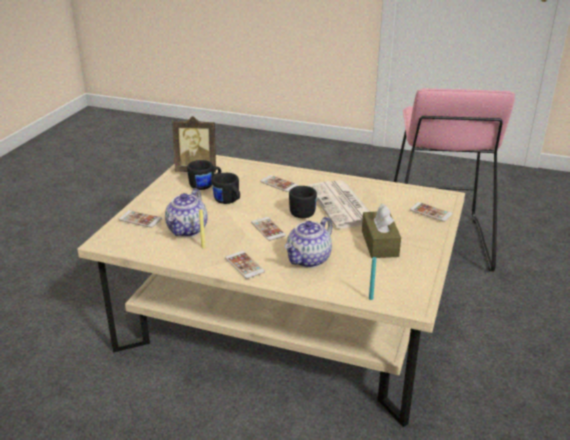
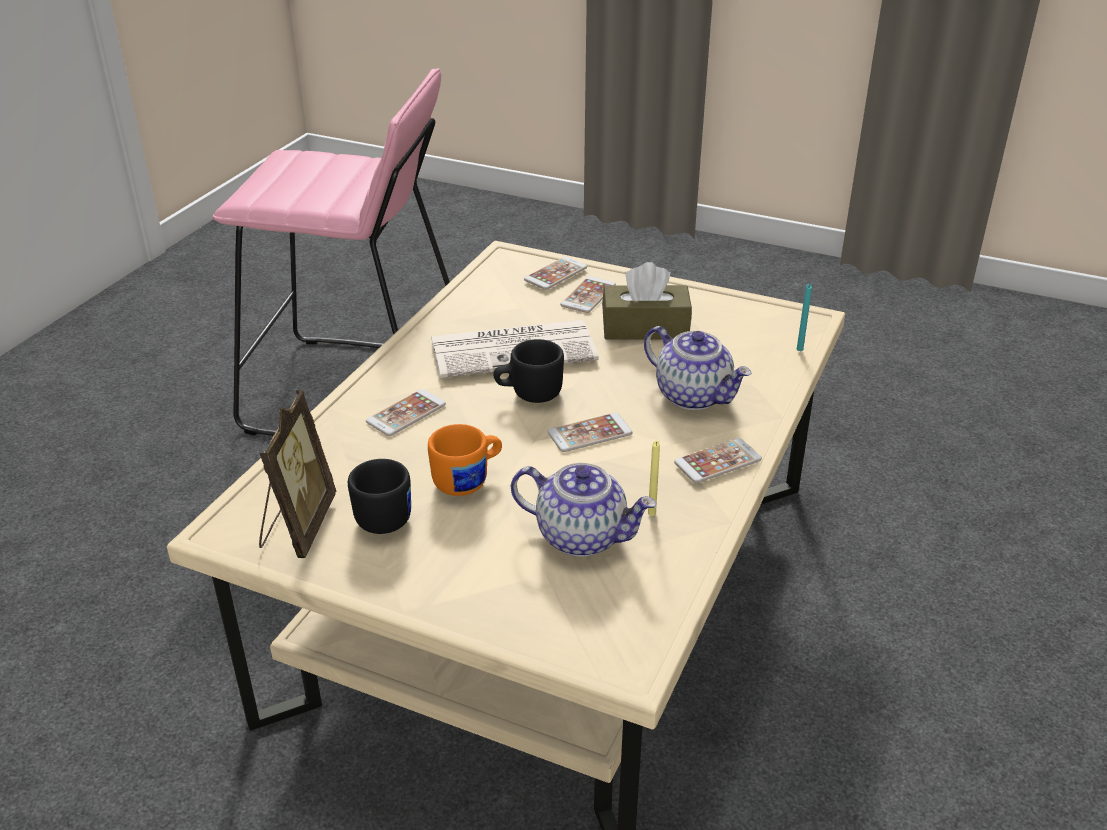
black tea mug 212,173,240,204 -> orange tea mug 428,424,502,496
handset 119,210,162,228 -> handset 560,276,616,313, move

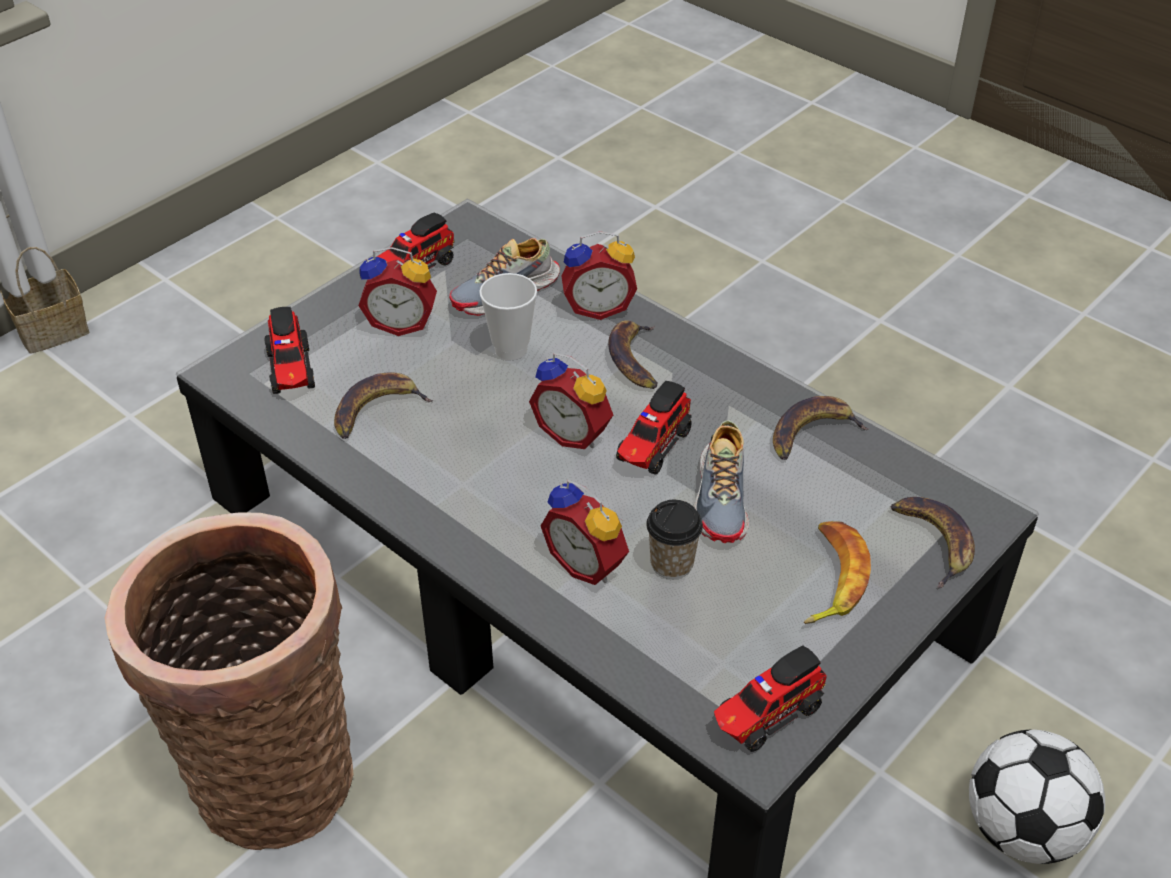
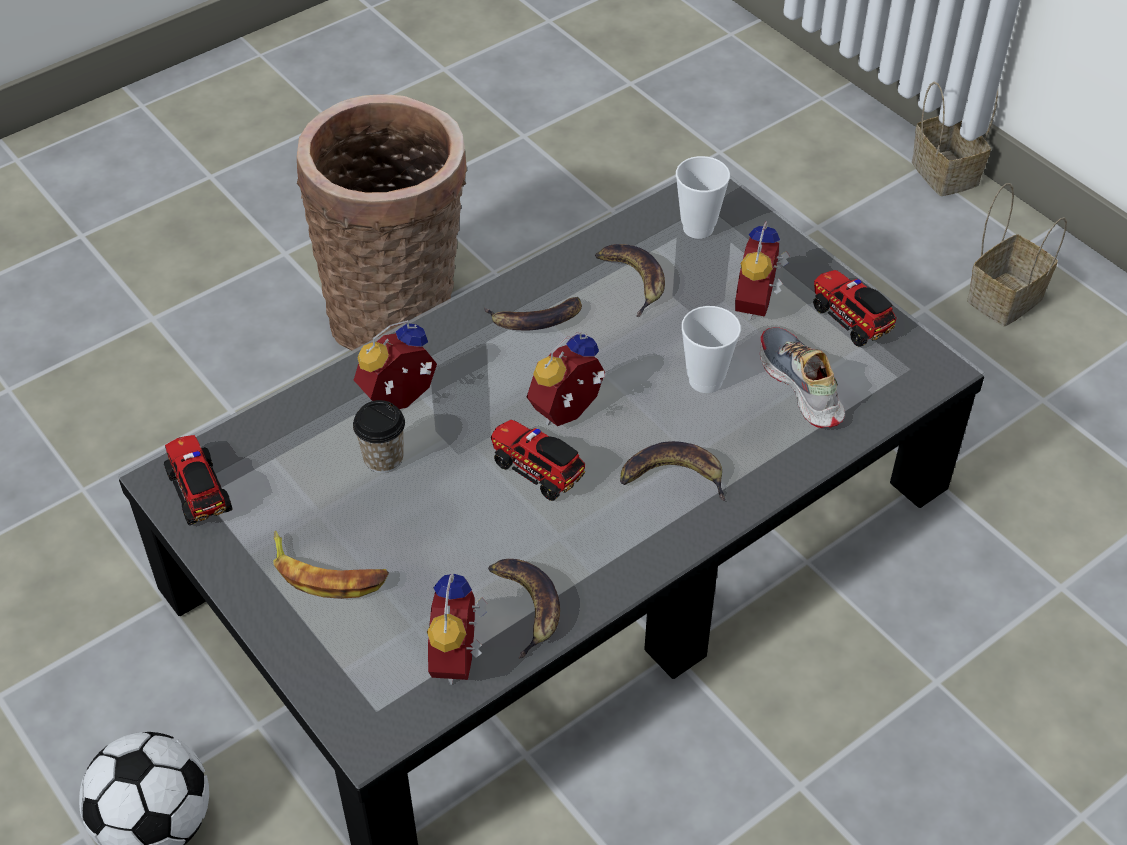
alarm clock 561,231,637,320 -> alarm clock 427,574,488,685, move
toy lorry 264,307,315,394 -> cup 676,156,730,239
low shoe 693,420,749,543 -> none
banana fruit 890,497,975,588 -> banana fruit 484,297,582,330, move
none -> basket 967,183,1067,326

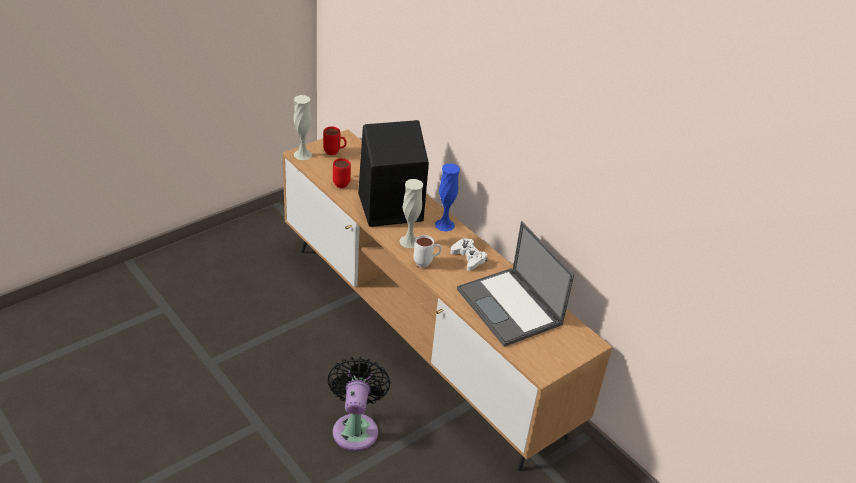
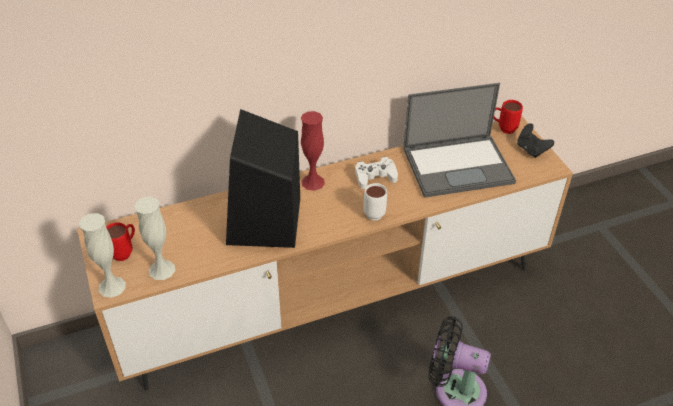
red tea mug 333,158,351,188 -> red tea mug 494,100,523,134, move
bluish vase 435,163,460,232 -> red vase 301,111,325,191
whitish vase 399,179,423,248 -> whitish vase 134,196,175,280, move
none -> black game controller 517,123,554,158

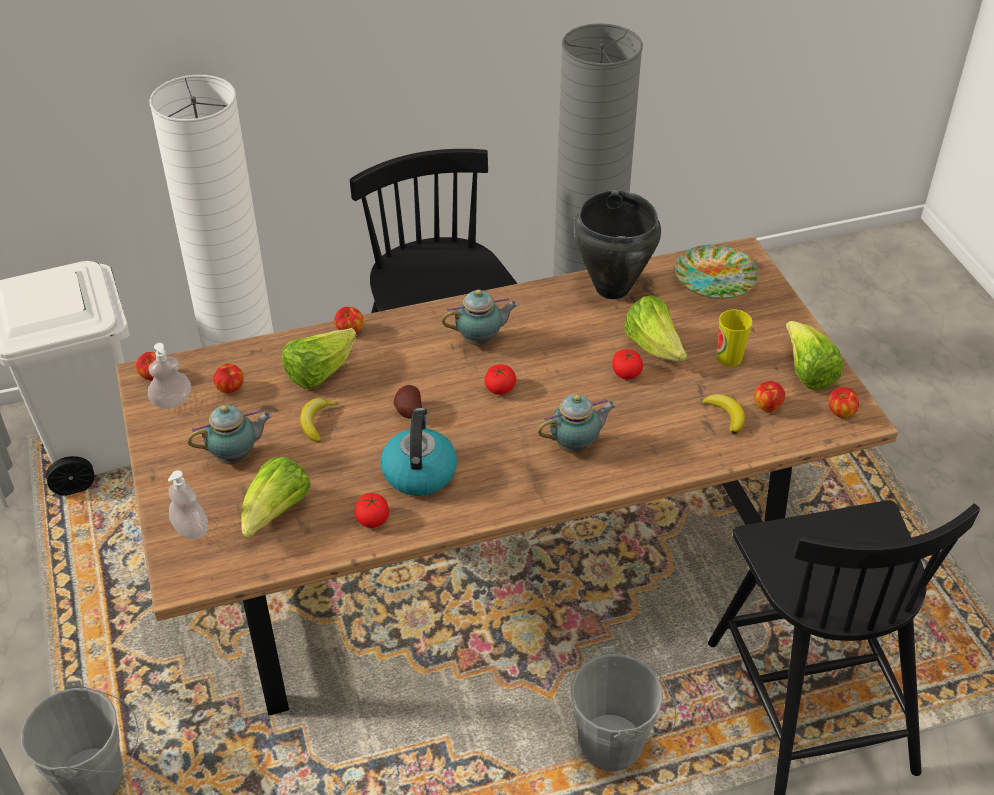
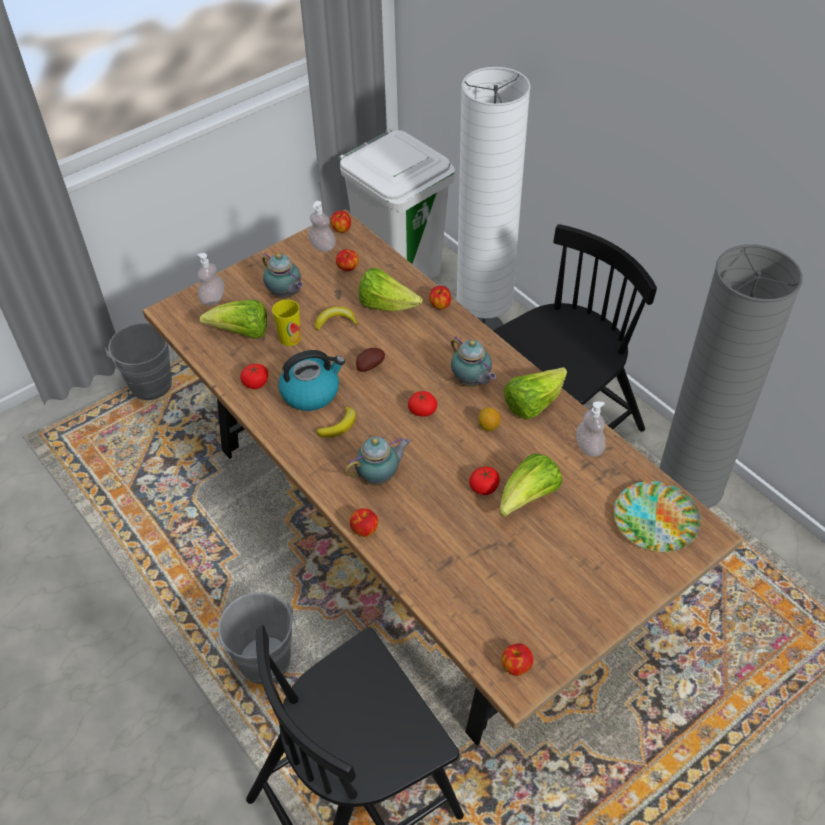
black stockpot 574,190,661,299 -> soap dispenser 576,401,606,457
cup 717,310,752,367 -> cup 272,300,301,346, move
lettuce 786,321,843,390 -> lettuce 504,367,567,420, move
apple fruit 754,381,785,412 -> apple fruit 350,508,378,537, move
tea pot 538,394,616,454 -> tea pot 344,437,411,486, 75 degrees counterclockwise
banana fruit 701,394,745,434 -> banana fruit 316,407,356,438, move
none -> whole lemon 478,407,501,431

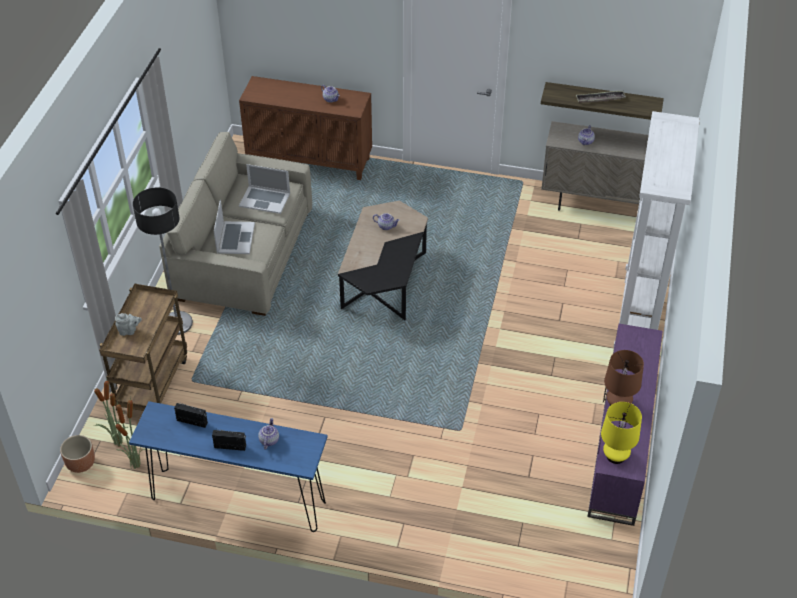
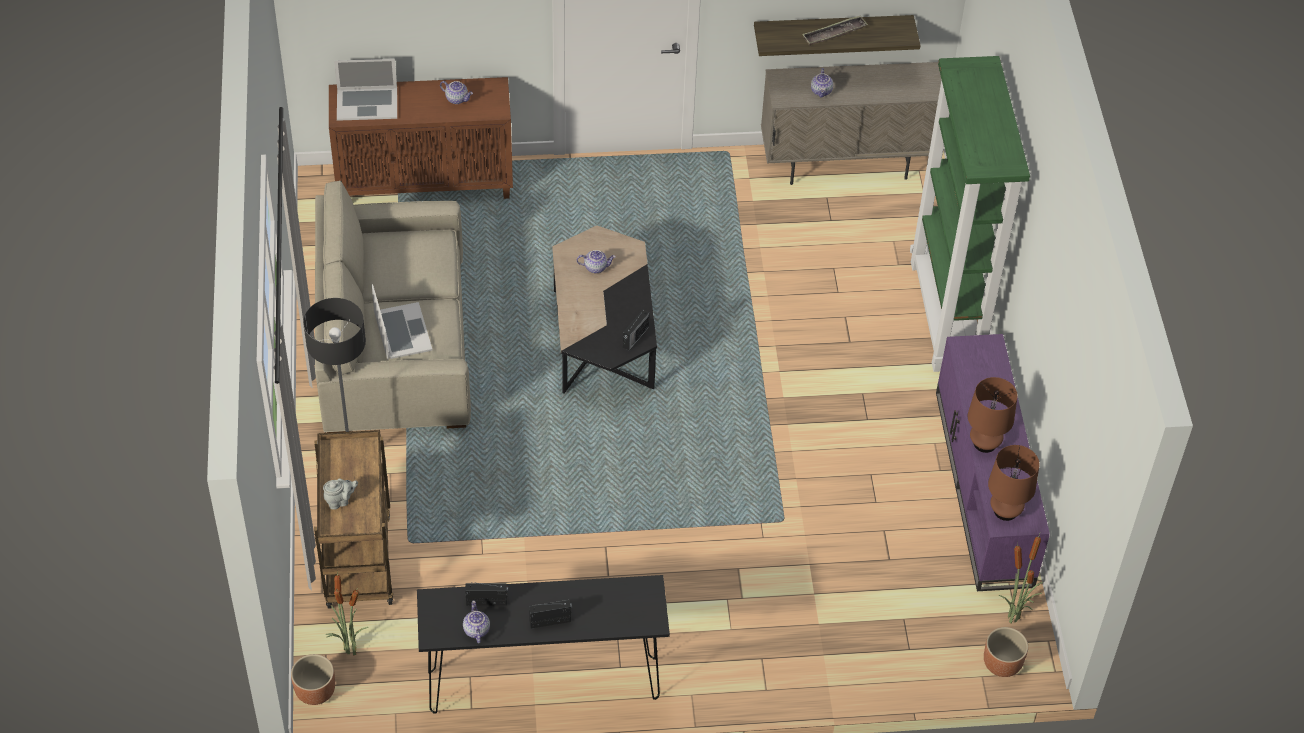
whitish bookshelf 614,111,700,345 -> greenish bookshelf 910,56,1030,372
notebook computer 239,164,290,214 -> notebook computer 334,59,397,121, move
potted plant 115,396,146,469 -> potted plant 999,534,1043,624, move
bluish narrow table 129,401,328,532 -> black narrow table 417,575,670,714
yellowish tabletop lamp 601,402,642,464 -> brown tabletop lamp 988,445,1040,521
tea pot 258,418,279,450 -> tea pot 463,601,490,644, move
none -> radio receiver 623,309,649,351
none -> brown plant pot 984,627,1028,677

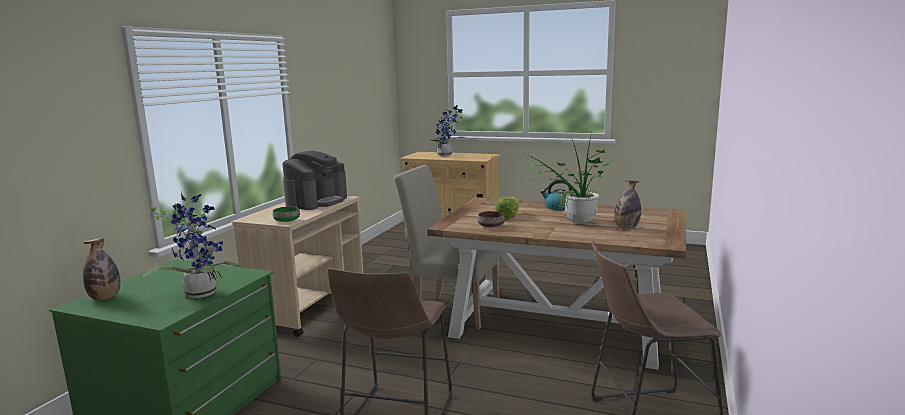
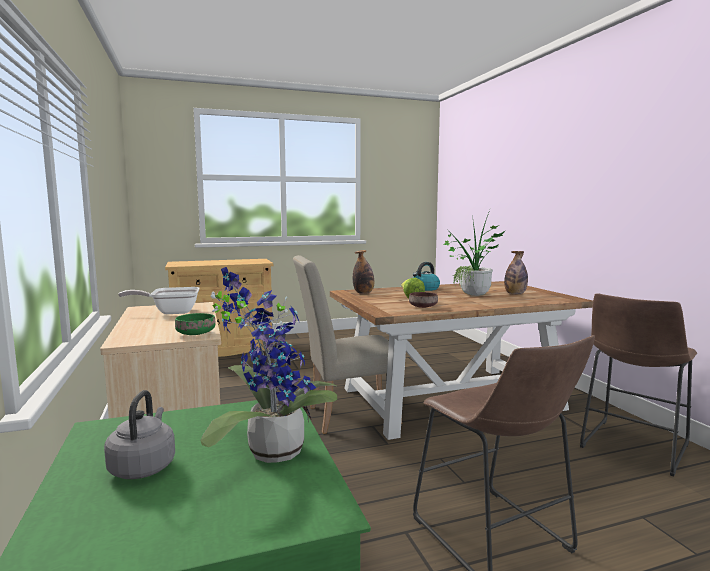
potted plant 430,105,466,156 -> none
coffee brewer 283,151,347,210 -> pan 118,287,200,314
drink bottle 83,238,121,300 -> drink bottle 353,250,374,294, move
none -> gray kettle 104,390,175,479

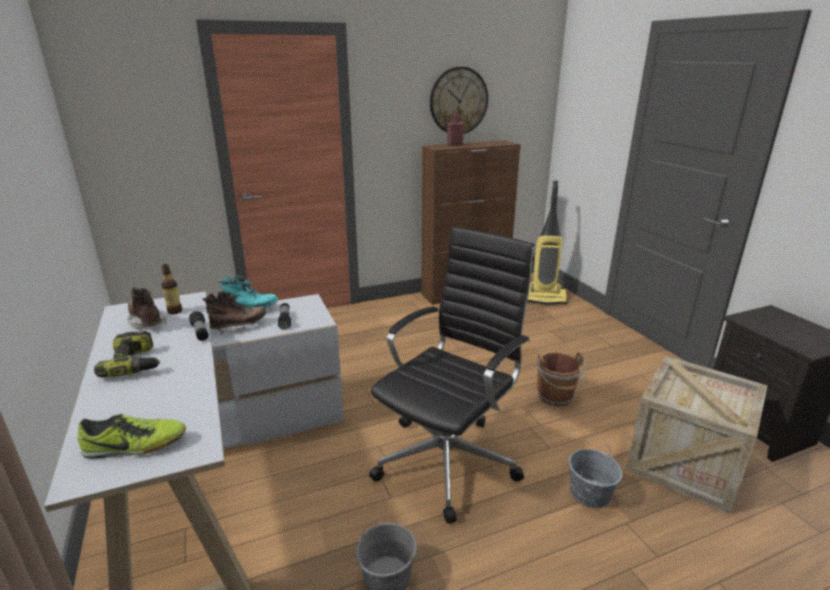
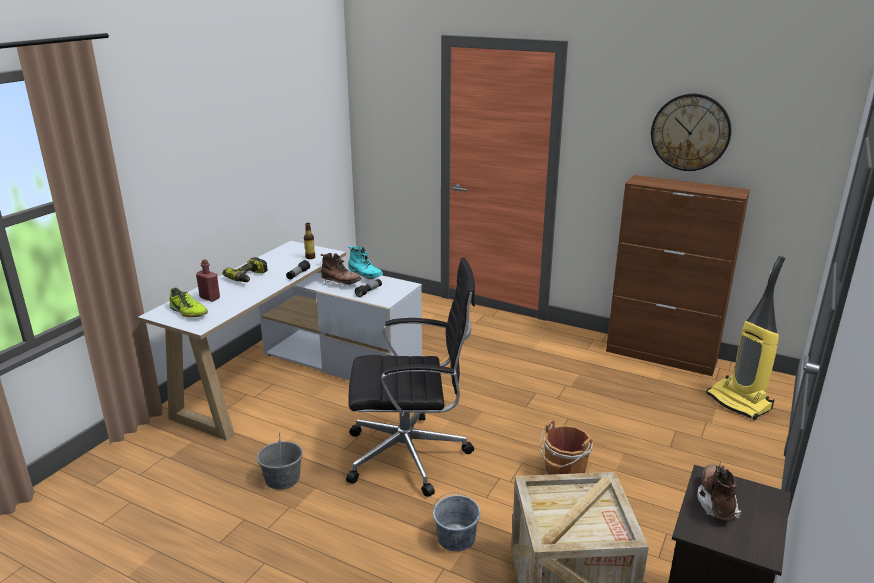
red drink bottle 447,111,464,146 -> red drink bottle 196,259,220,302, move
brown high-top boot 127,287,167,331 -> brown high-top boot 697,464,741,520, move

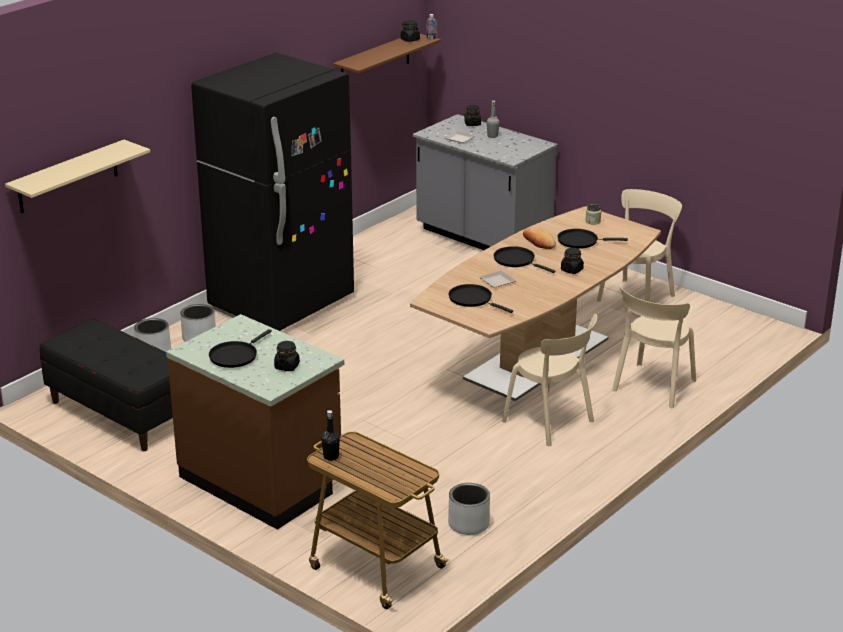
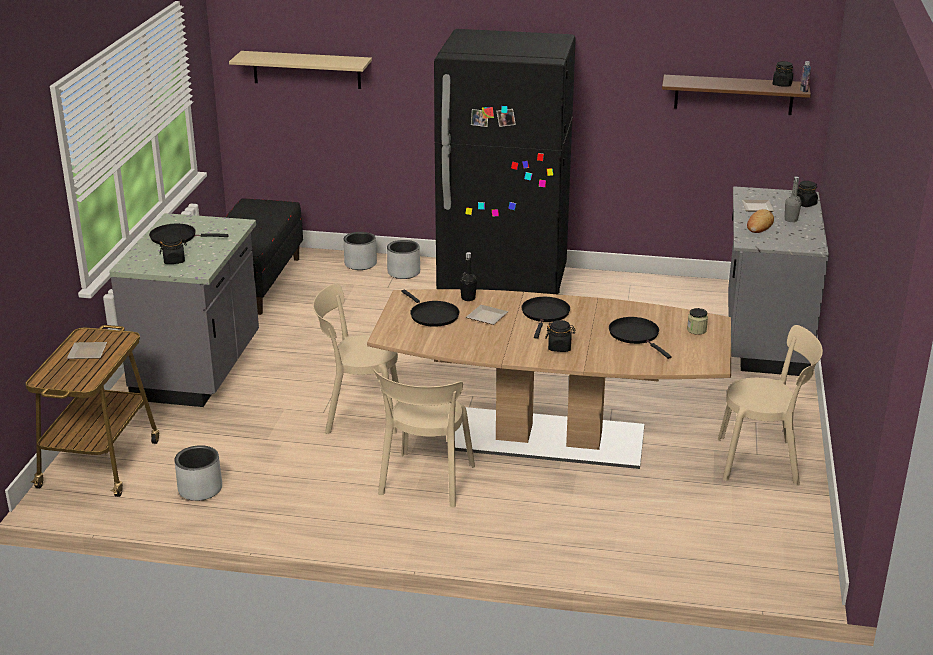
bakery bread 523,228,556,249 -> bakery bread 747,209,774,233, move
black pan 449,284,513,313 -> black pan 401,289,459,327, 135 degrees clockwise
beige chair 612,286,696,408 -> beige chair 313,283,399,434, move
brown kitchen counter 166,314,344,530 -> gray kitchen counter 109,213,259,407
black drink bottle 321,410,340,461 -> black drink bottle 460,252,477,301, move
none -> dinner plate 67,342,107,359

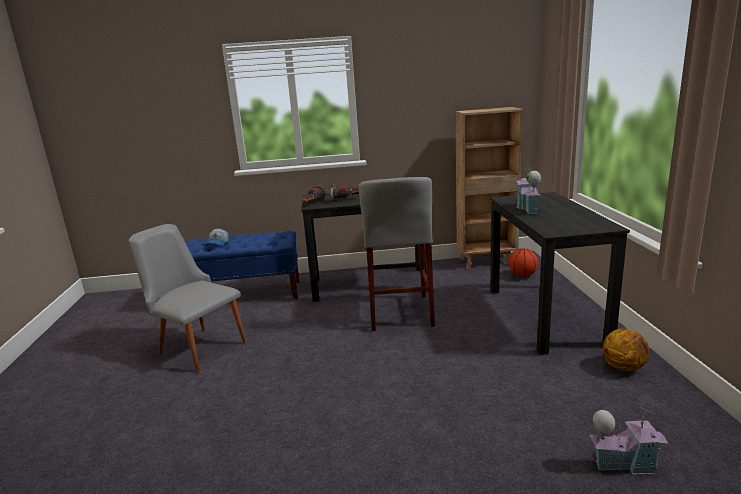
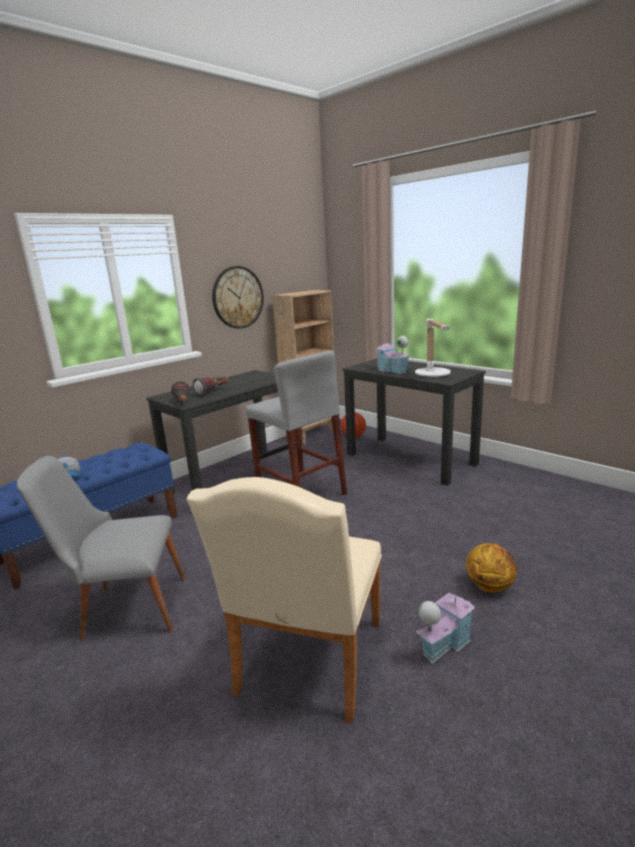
basketball ball 603,329,649,371 -> basketball ball 466,543,517,593, move
toy house 590,407,668,475 -> toy house 416,584,474,663, move
none -> wall clock 212,266,264,329
none -> tabletop lamp 415,319,451,377
none -> beige chair 187,477,382,724

